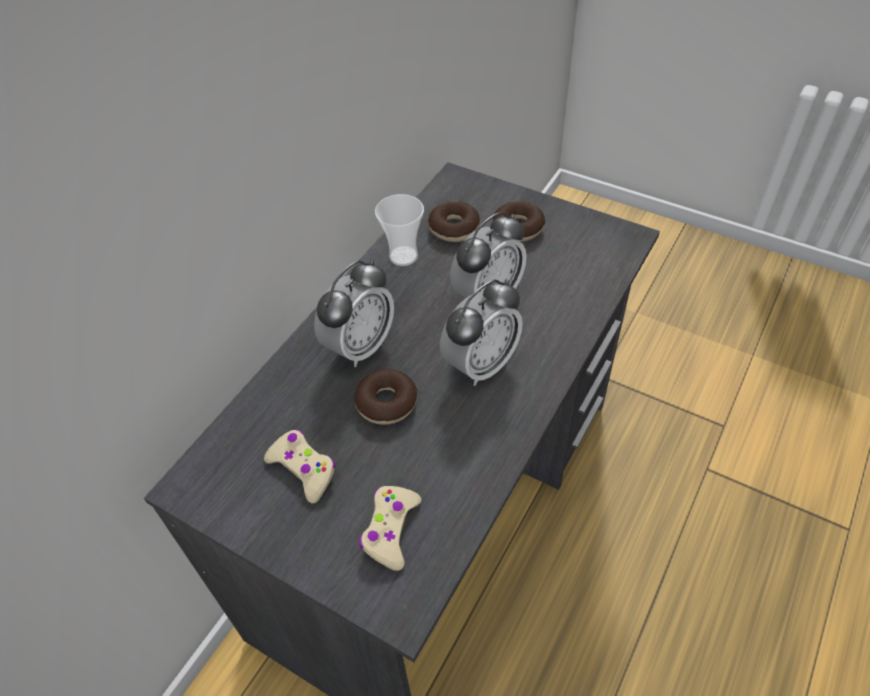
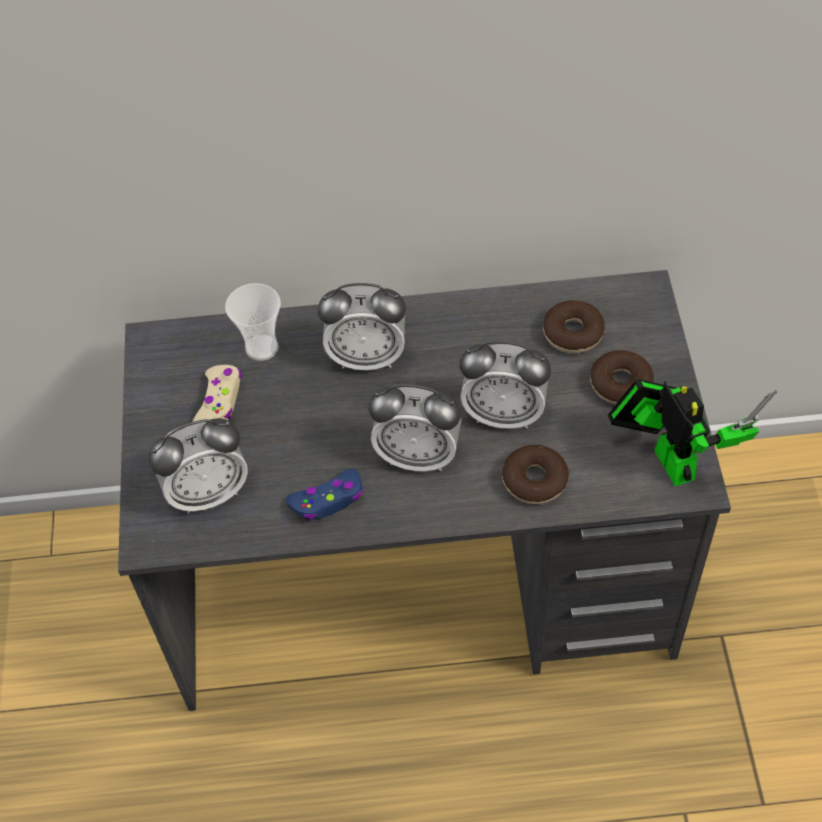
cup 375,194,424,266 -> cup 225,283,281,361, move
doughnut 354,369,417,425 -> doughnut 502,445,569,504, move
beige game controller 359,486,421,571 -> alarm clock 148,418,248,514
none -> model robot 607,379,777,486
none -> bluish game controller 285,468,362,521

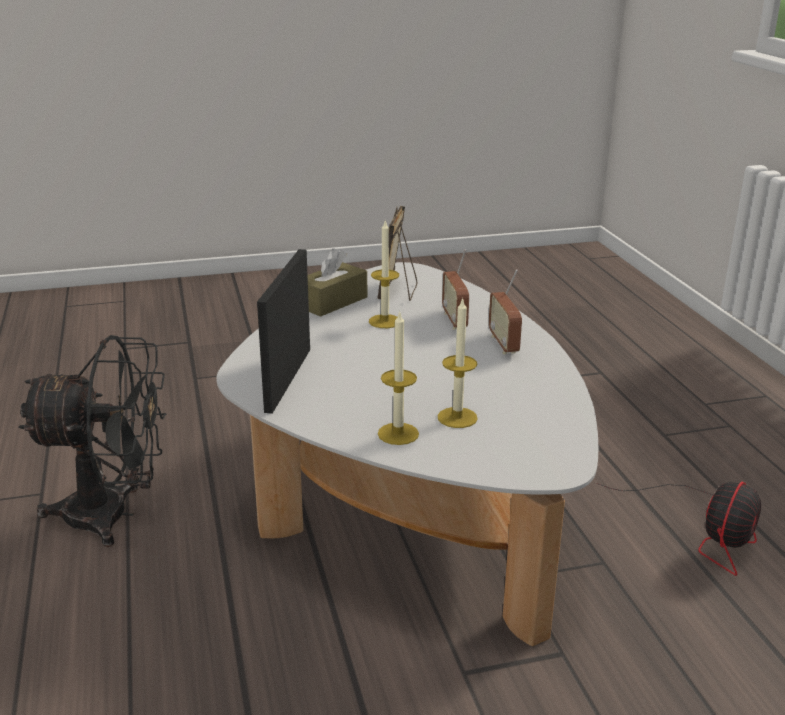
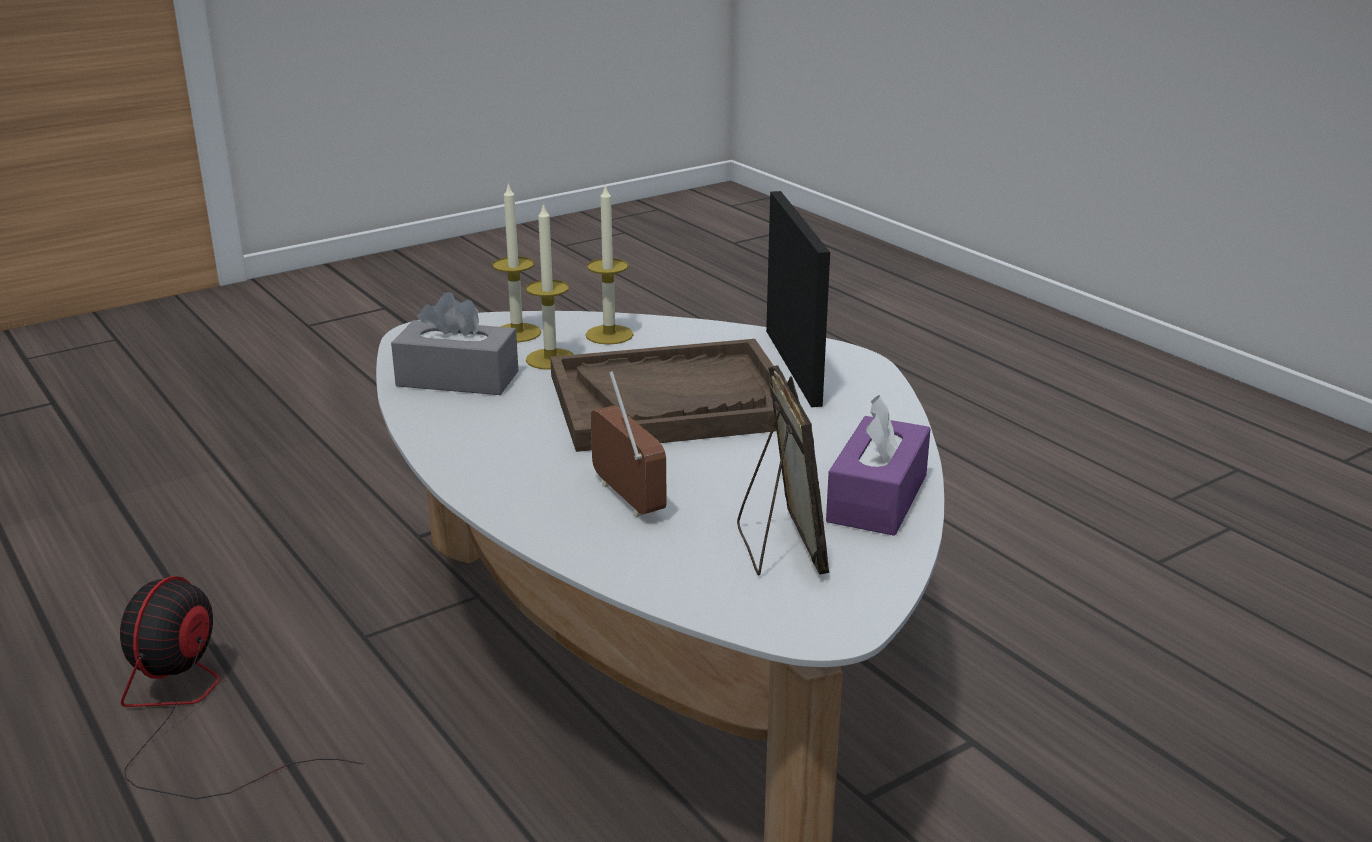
wax candle 369,220,399,328 -> wax candle 492,182,541,343, move
brown tissue box 308,248,367,317 -> purple tissue box 826,395,931,536
radio receiver 489,269,522,354 -> none
black fan 19,335,166,547 -> none
none -> gray tissue box 391,292,519,395
none -> brown serving tray 550,339,803,452

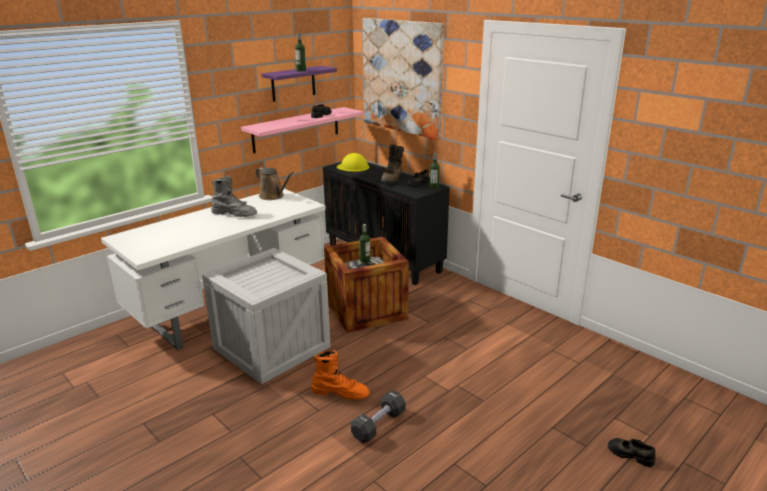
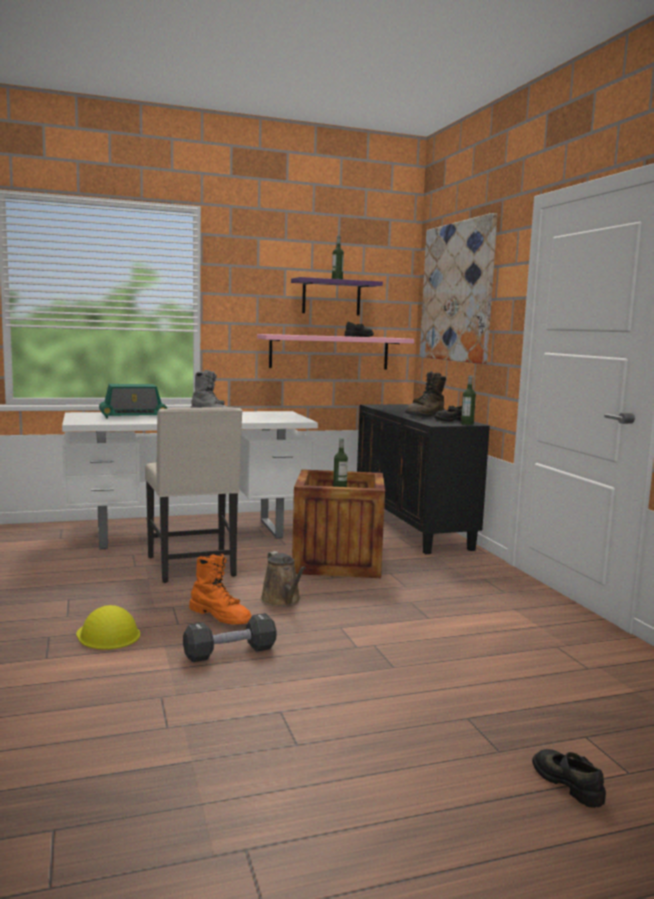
yellowish safety helmet 337,153,369,172 -> yellowish safety helmet 76,605,140,649, move
brown watering can 255,168,294,200 -> brown watering can 261,551,306,607, move
packing crate 202,248,331,384 -> beige chair 145,407,243,583
none -> radio receiver 99,384,167,418

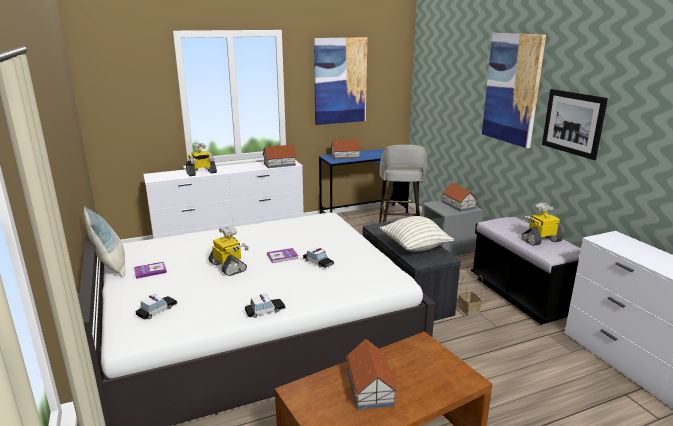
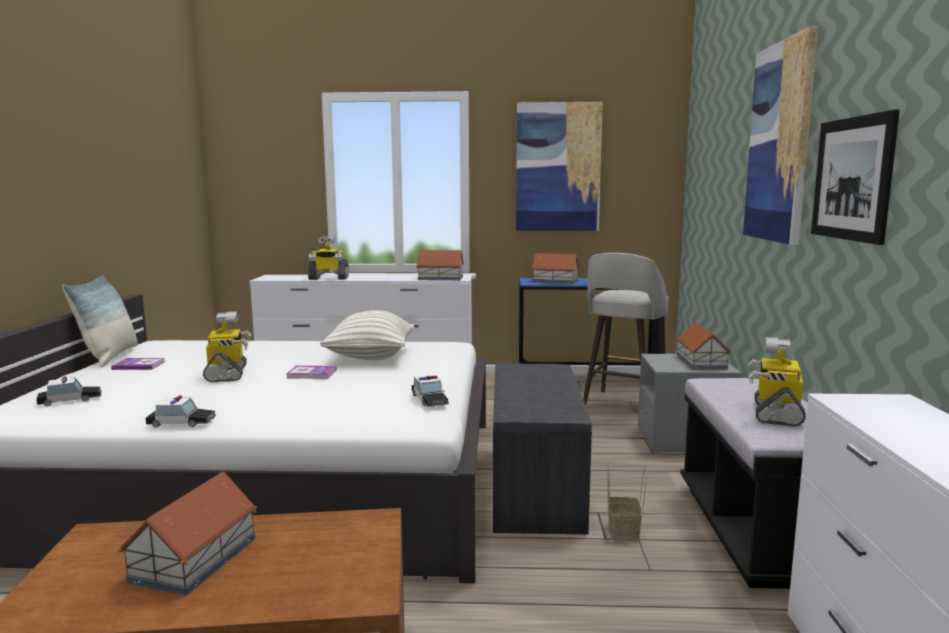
model robot 521,203,563,246 -> model robot 749,337,806,426, 75 degrees counterclockwise
throw pillow 380,216,454,252 -> throw pillow 320,310,415,360, move
miniature car 303,247,334,268 -> miniature car 412,375,449,407, move

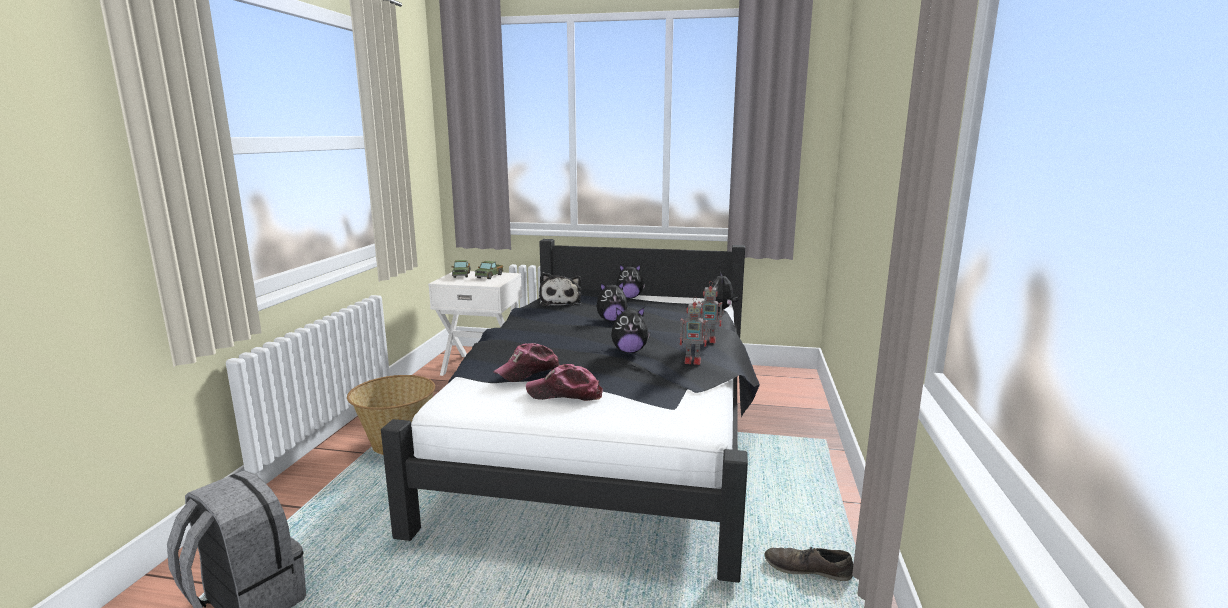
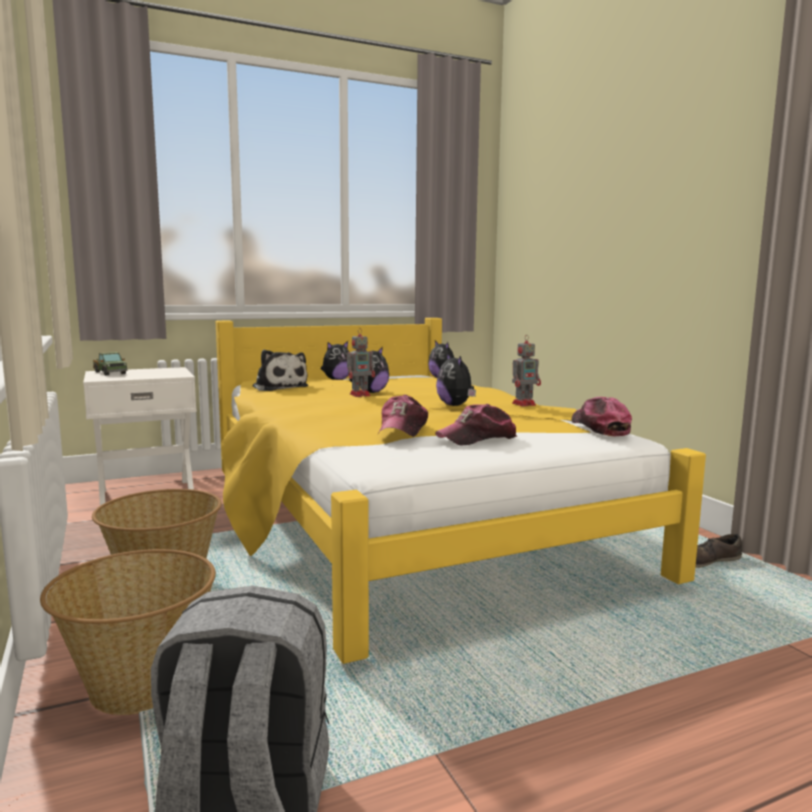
black bedroom bed 381,239,760,583 -> yellowish bedroom bed 216,318,706,664
toy lorry 475,261,504,279 -> none
model robot 698,281,724,343 -> model robot 347,328,375,397, move
plush toy 611,307,650,353 -> plush toy 436,353,476,406, 105 degrees clockwise
none -> cap 571,397,632,436
none -> basket 40,549,216,715

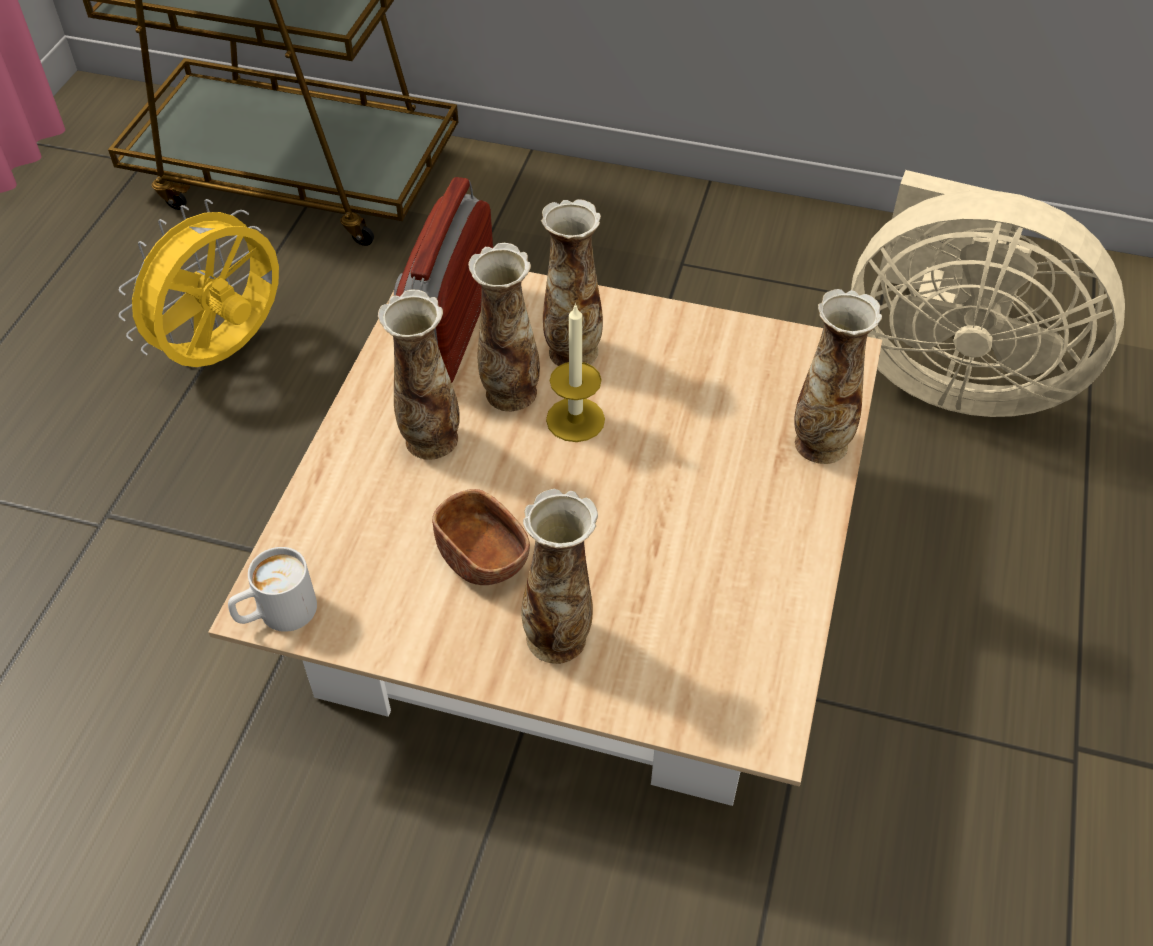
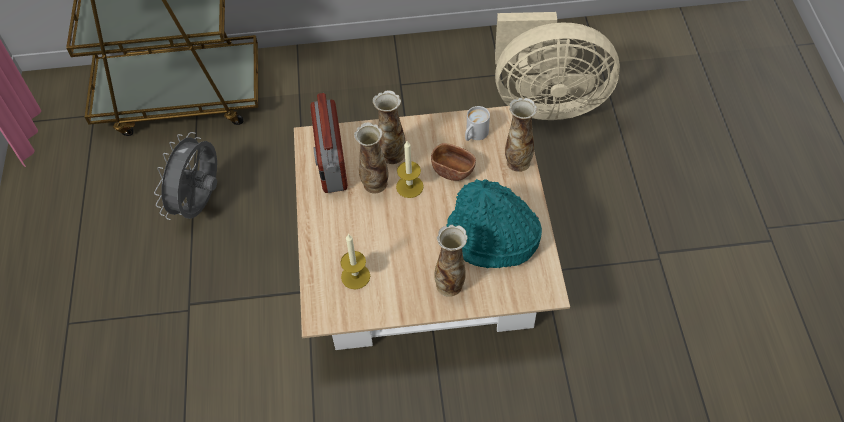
yellowish fan 119,199,279,367 -> gray fan 154,132,217,220
vase 378,289,460,460 -> none
brown bowl 432,489,530,585 -> brown bowl 431,143,476,181, move
whitish tea mug 228,547,317,632 -> whitish tea mug 465,106,490,141, move
none -> turquoise wearable hat 447,179,542,269
none -> wax candle 340,234,370,289

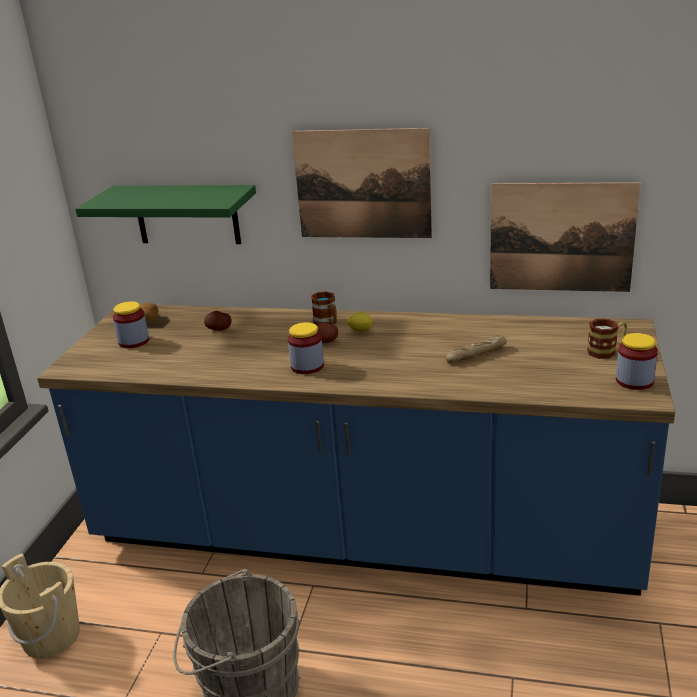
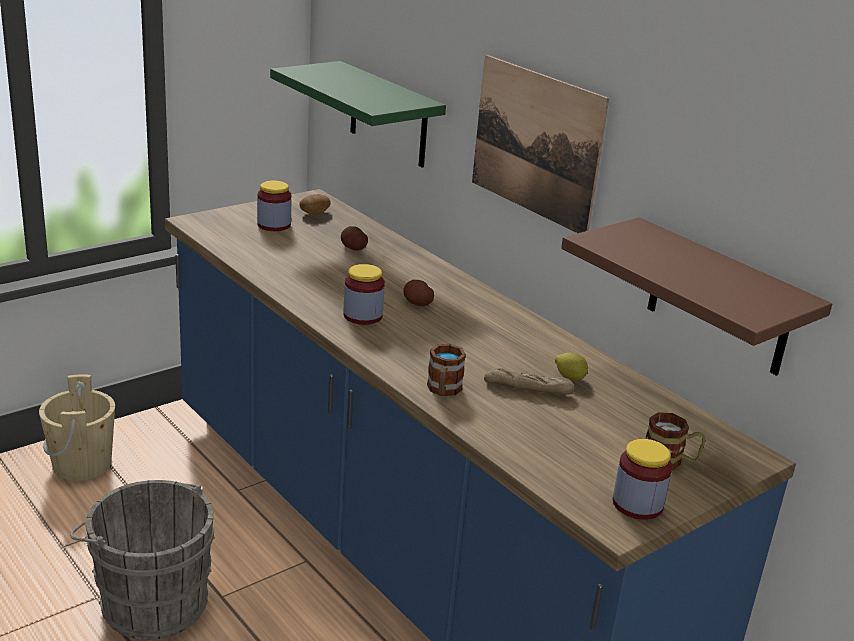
picture 490,182,640,292 -> brown bracket shelf 561,217,832,376
tea mug 311,291,337,325 -> tea mug 427,344,466,396, move
whole lemon 347,312,374,332 -> whole lemon 555,353,588,380, move

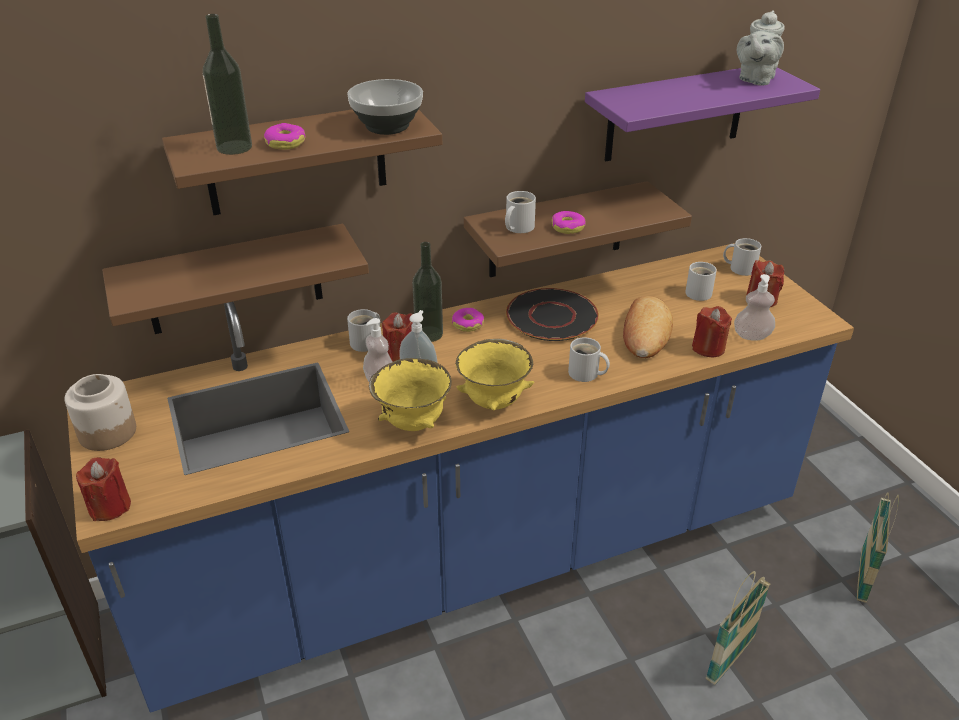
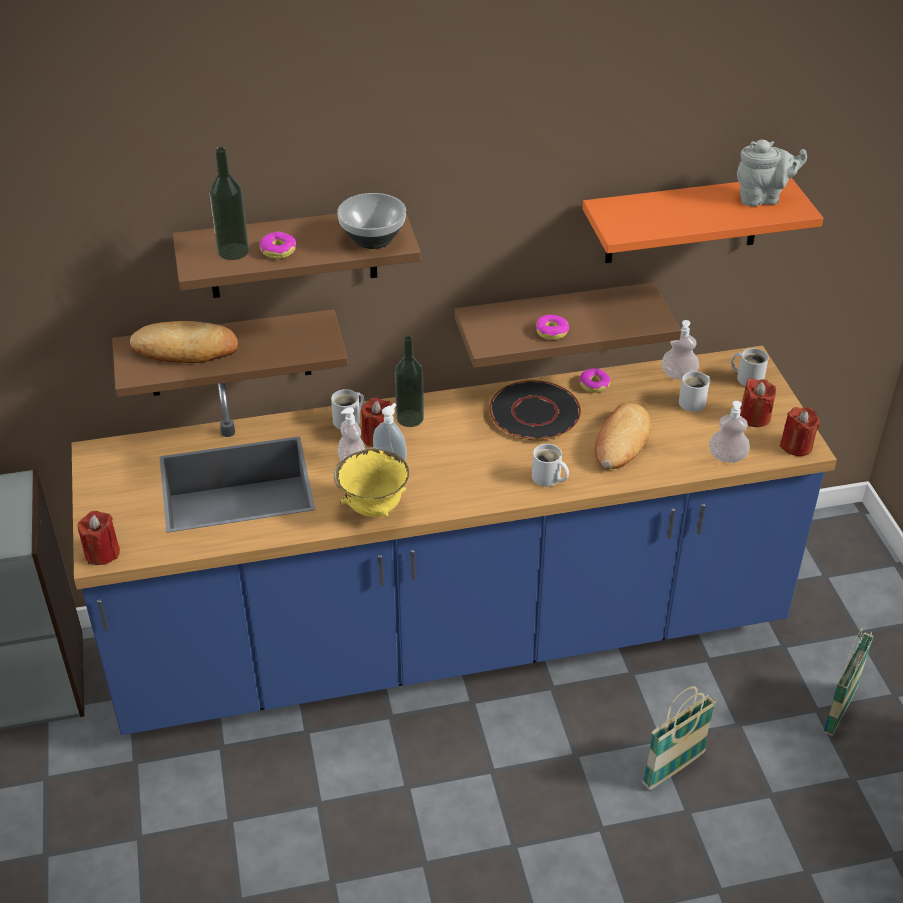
gray tea pot 737,10,785,85 -> gray tea pot 737,140,807,206, 135 degrees counterclockwise
purple bracket shelf 585,68,820,161 -> orange bracket shelf 582,178,824,263
whitish tea mug 505,191,536,233 -> none
red wax candle 692,306,732,357 -> red wax candle 780,407,820,456, move
doughnut 452,308,484,332 -> doughnut 579,368,611,393, move
yellowish bowl 456,339,534,411 -> none
storage jar 64,374,136,451 -> none
none -> soap dispenser 662,320,699,380
none -> bakery bread 130,321,238,363

